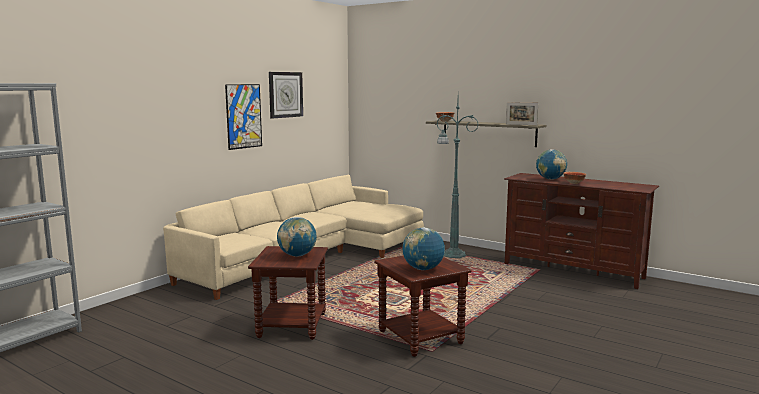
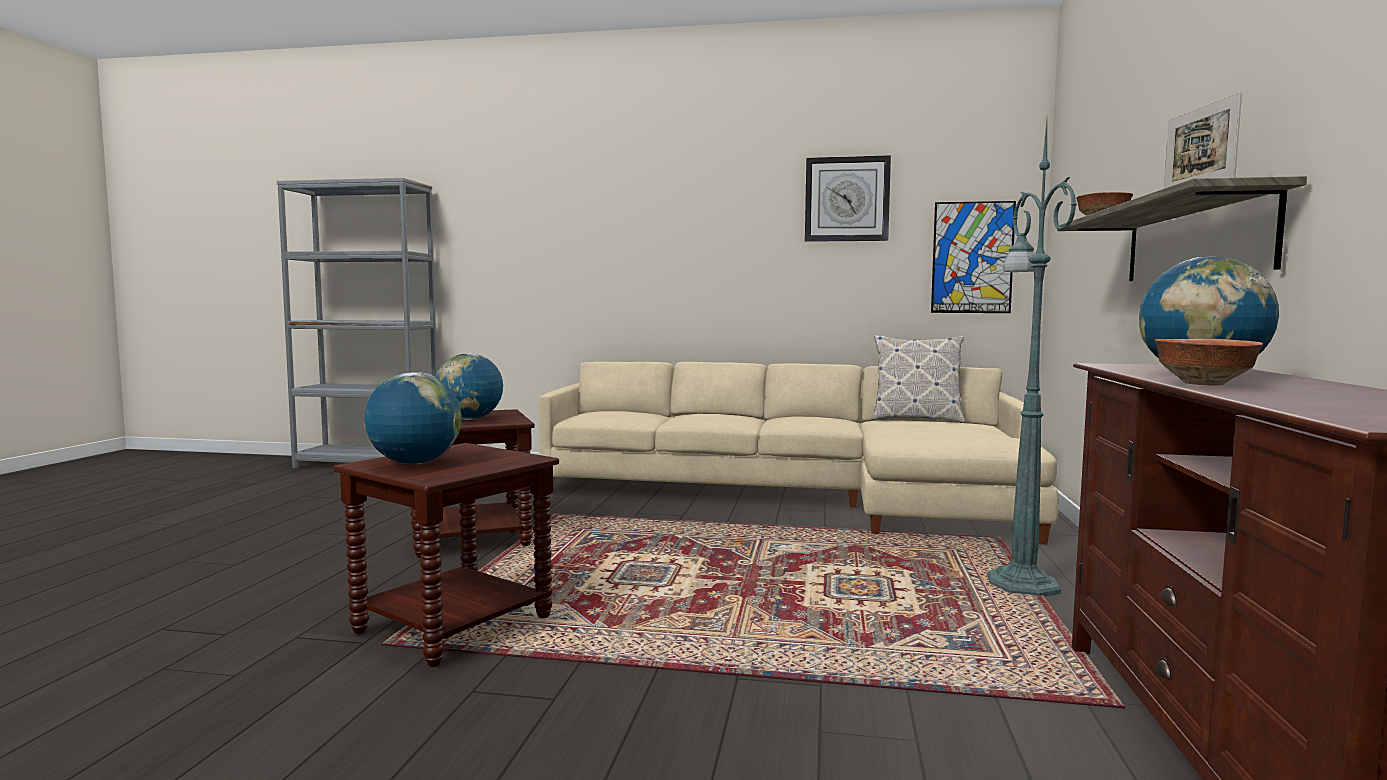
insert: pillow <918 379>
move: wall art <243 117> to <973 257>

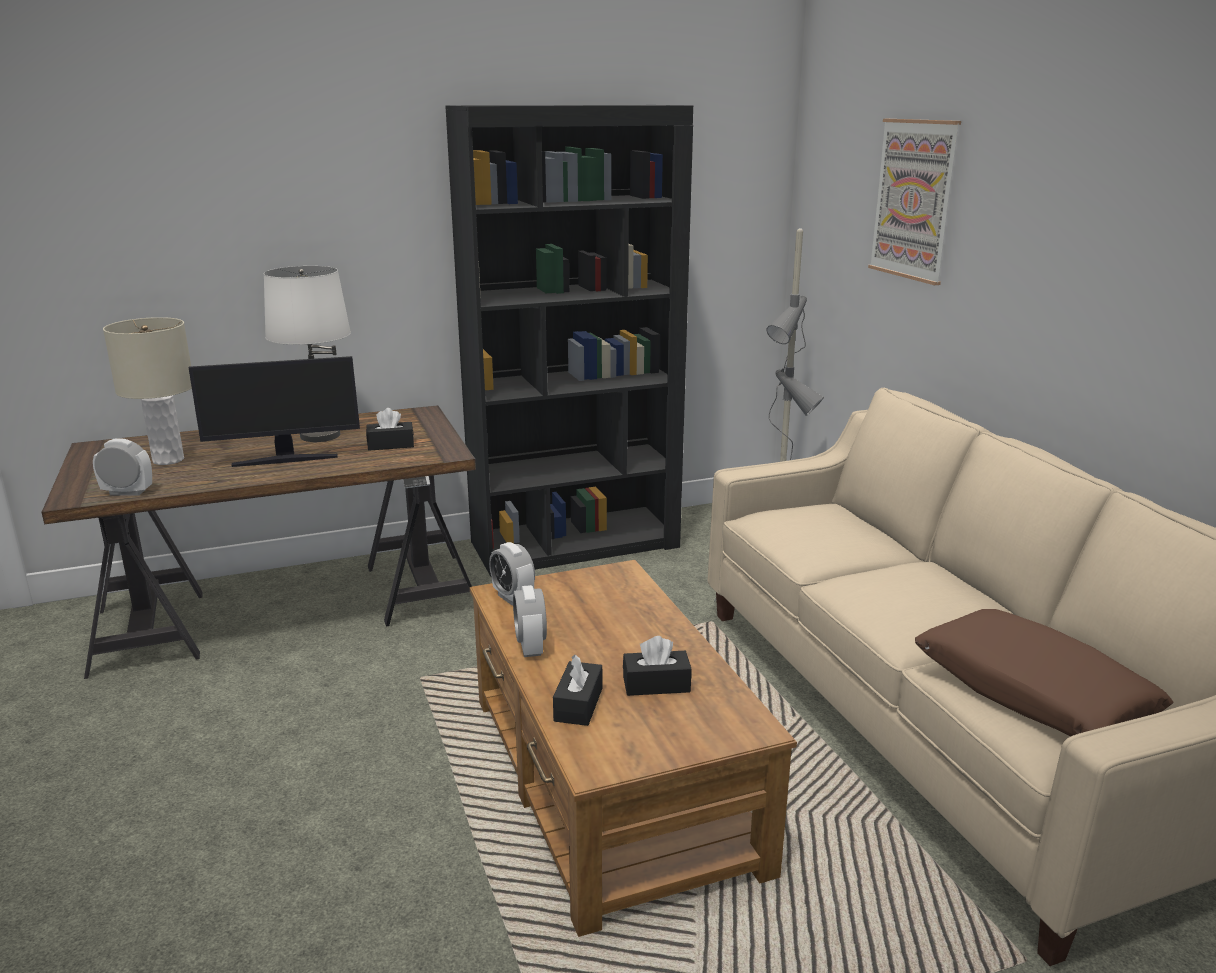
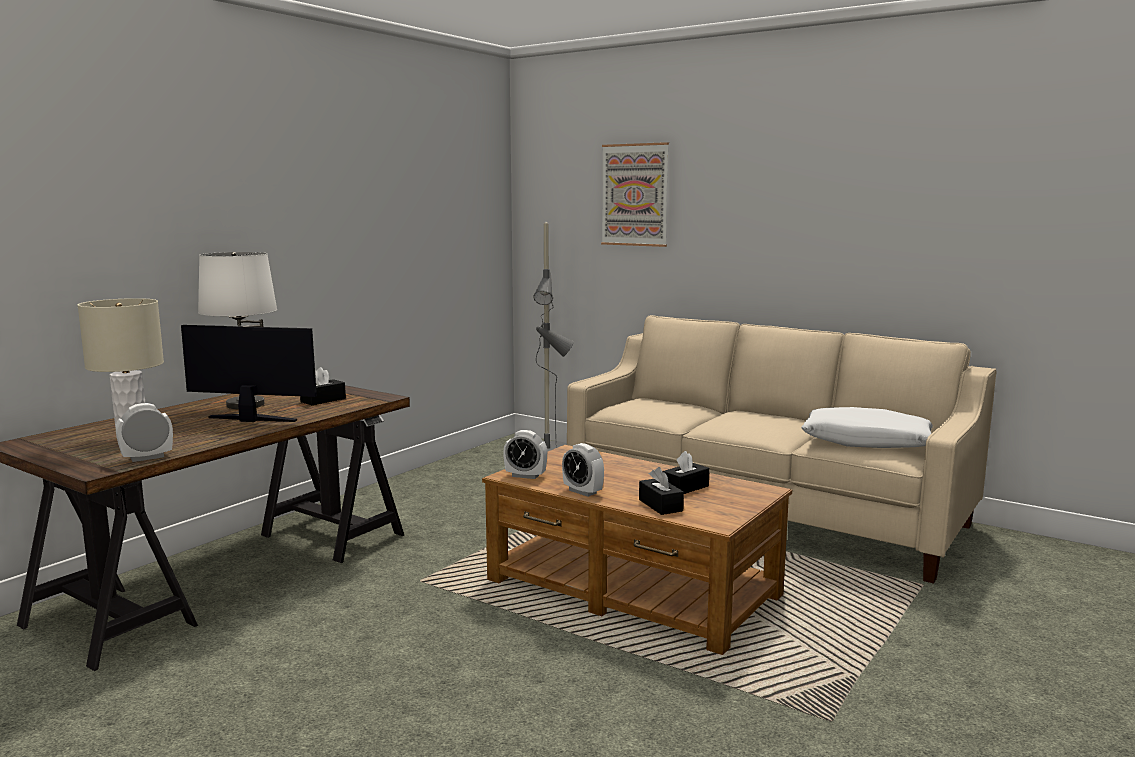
delete: blackish bookcase <569 341>
recolor: brown pillow <1044 672> to white pillow <867 427>
rotate: monitor <274 411> = <249 373> 120 degrees counterclockwise

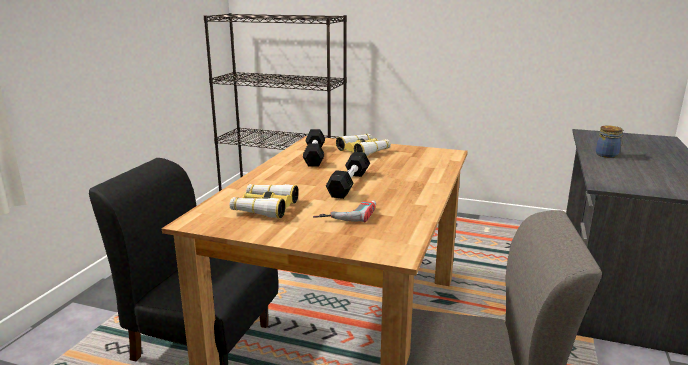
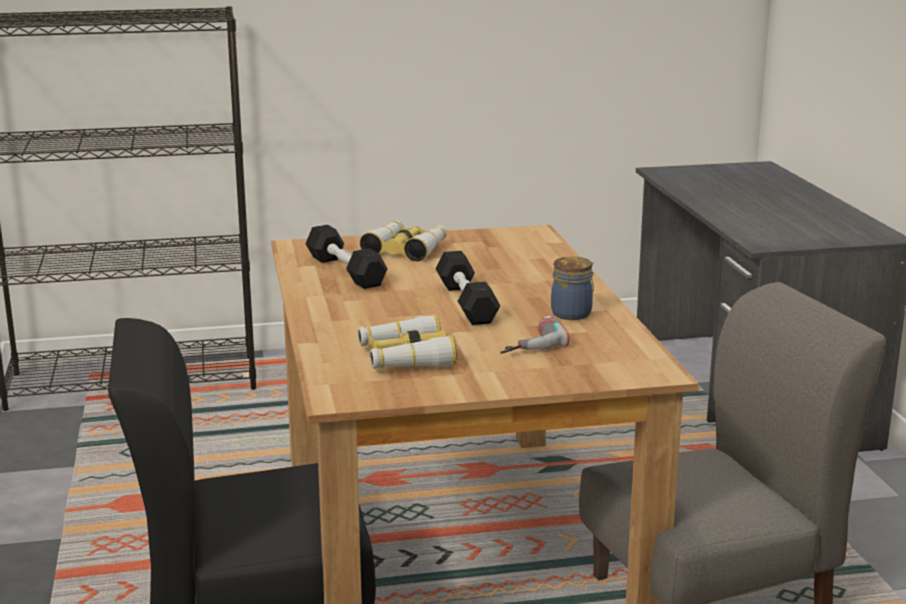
move: preserve jar <610 141> to <572 288>

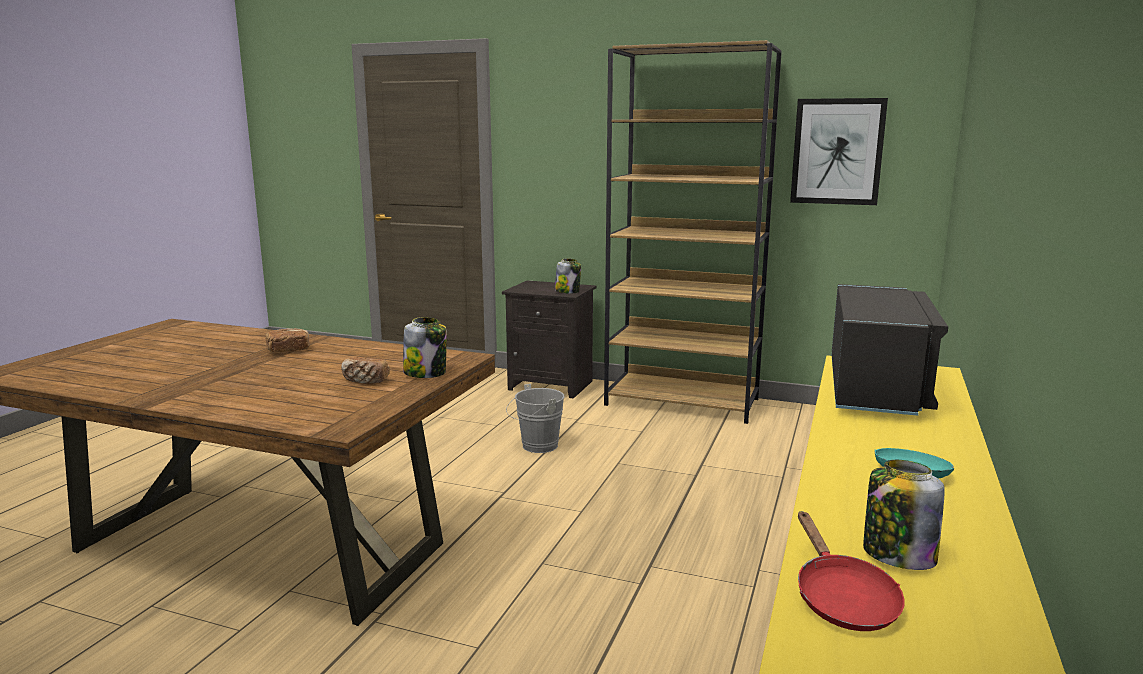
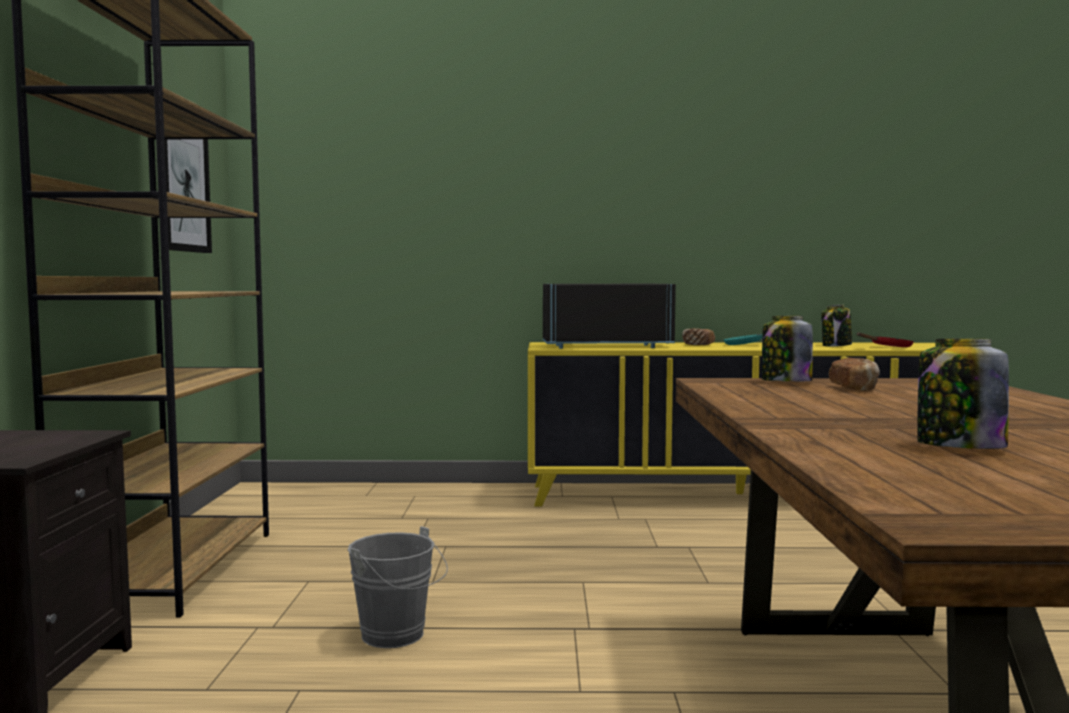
move: bakery bread <288 340> to <698 336>; preserve jar <568 276> to <963 394>

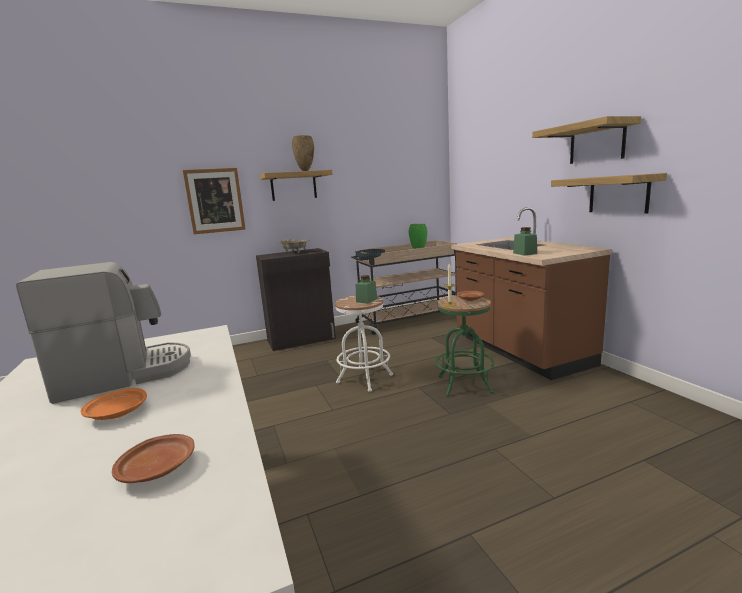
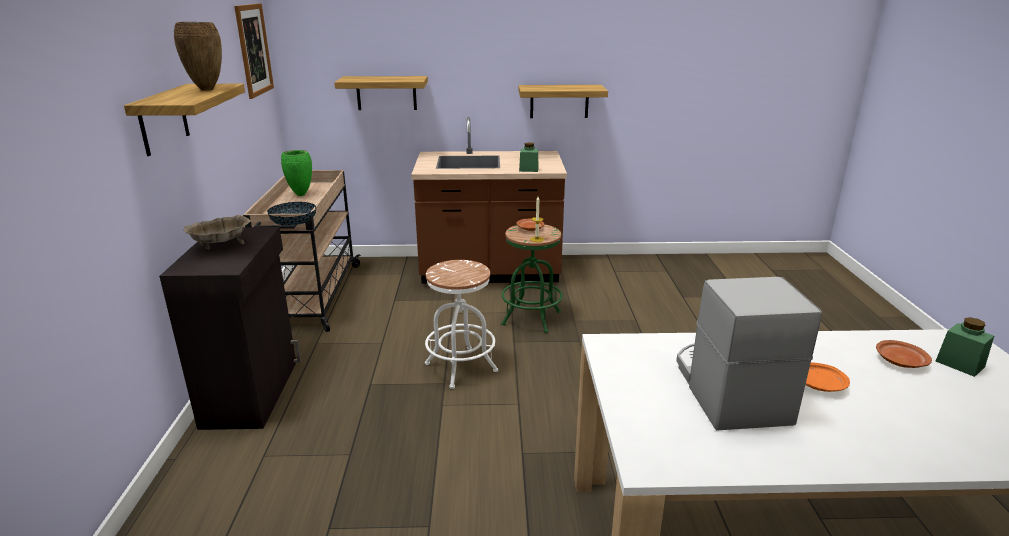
move: wall art <214 201> to <254 51>; greenish preserve jar <366 289> to <965 347>; bracket shelf <586 140> to <381 93>

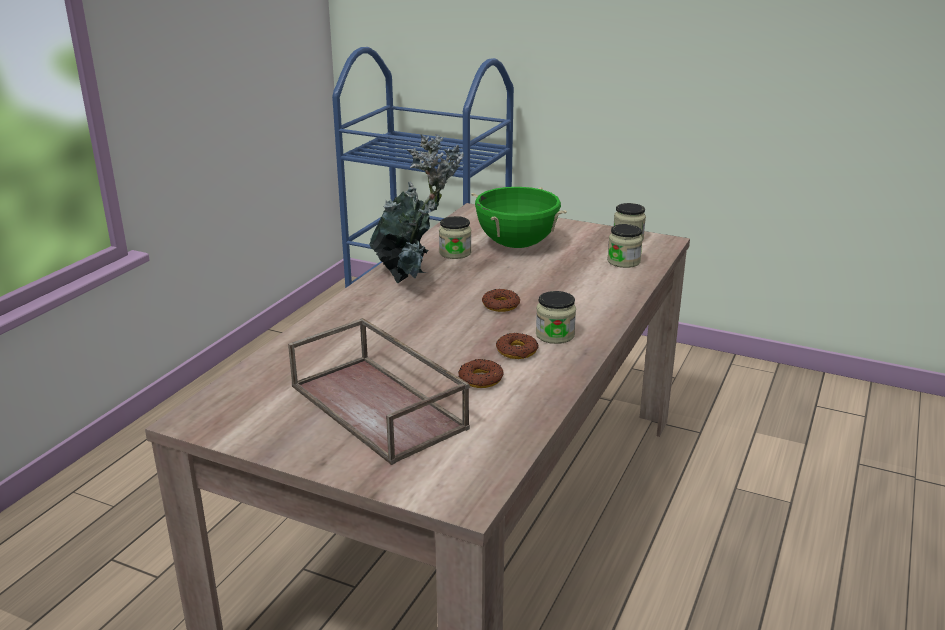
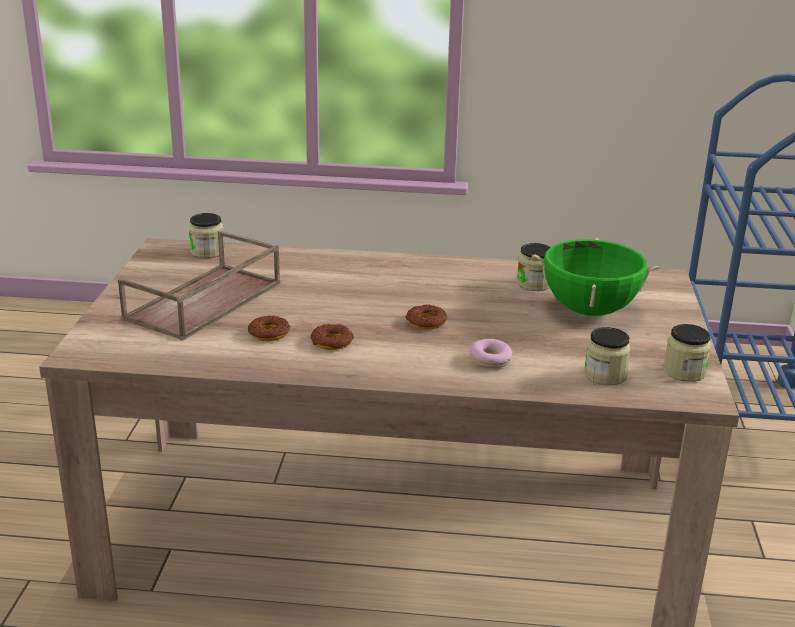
delete: houseplant <416 208>
insert: donut <490 353>
move: preserve jar <556 317> to <207 235>

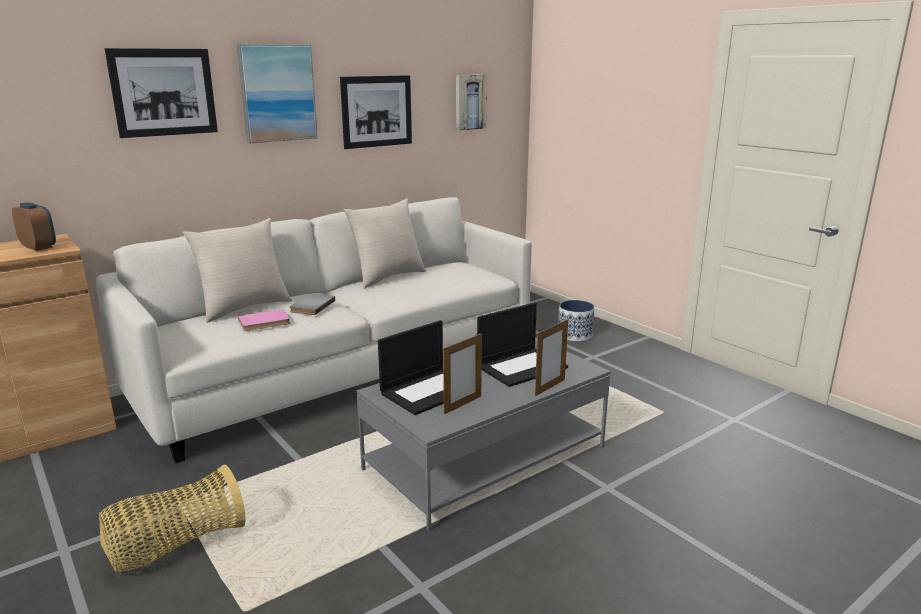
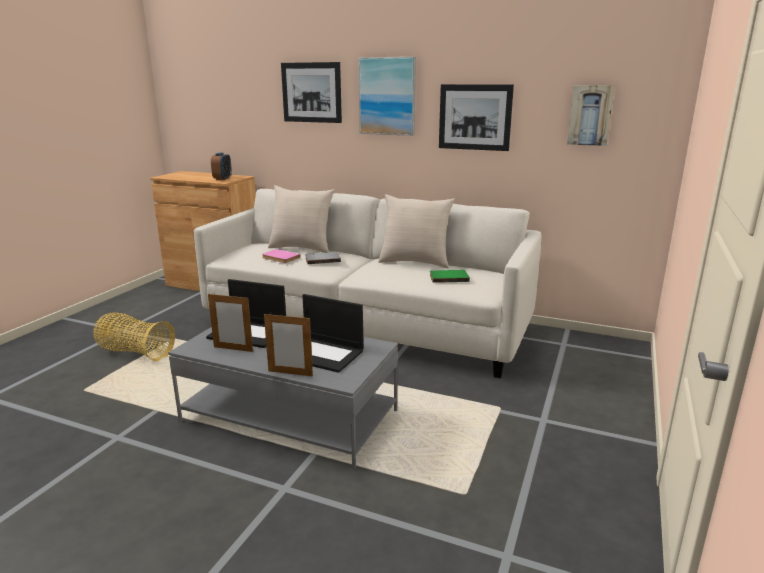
delete: plant pot <576 320>
insert: greenish volume <450 276>

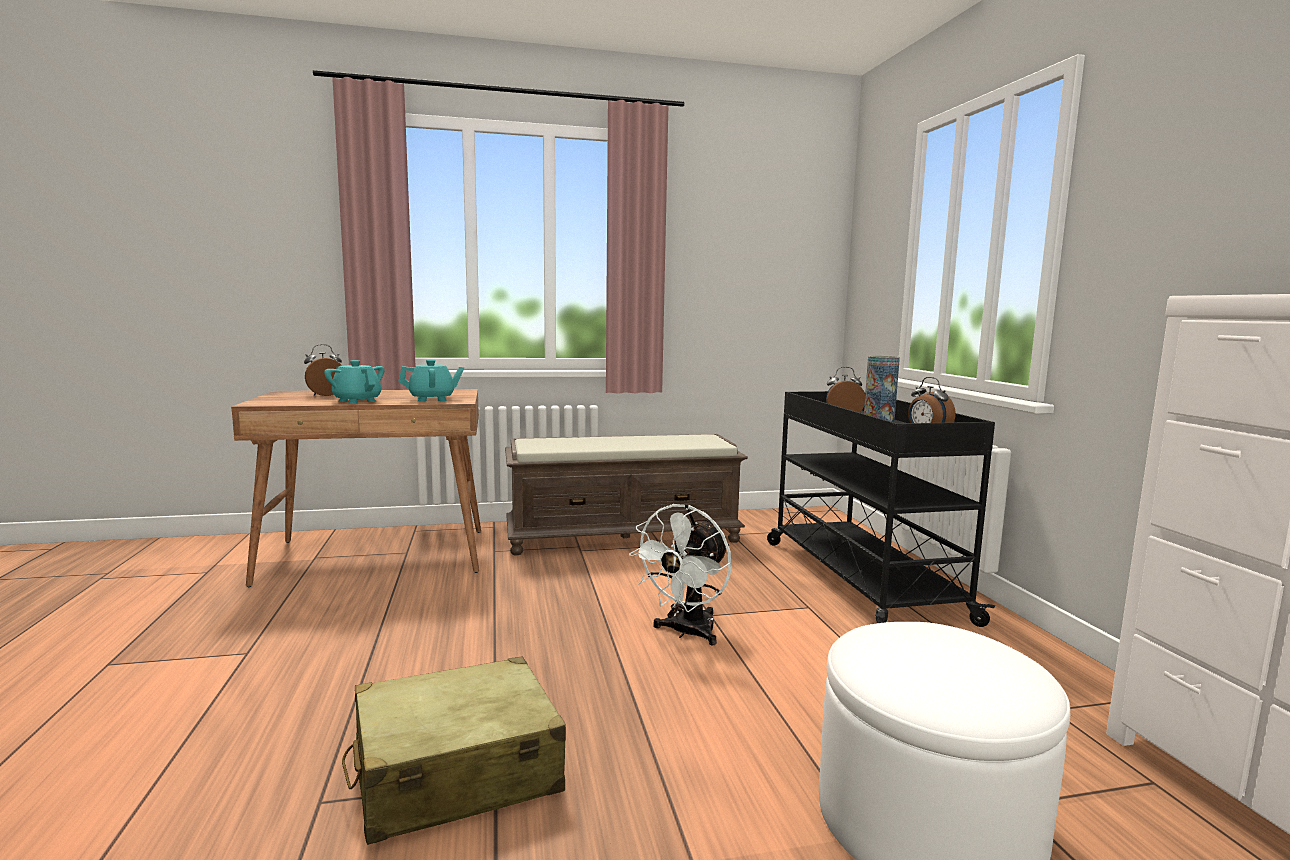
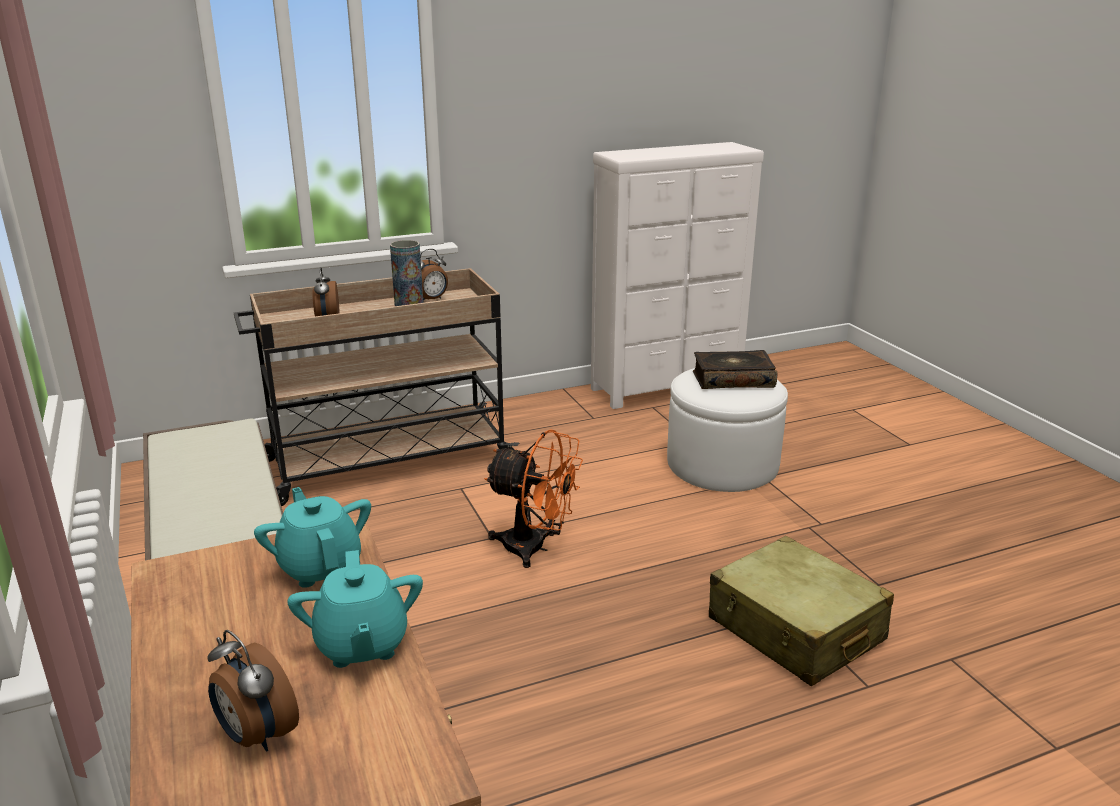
insert: volume <735 369>
recolor: white cooling fan <680 574> to orangey cooling fan <533 498>; blackish wheeled cart <881 509> to sand-coloured wheeled cart <376 387>
rotate: turquoise pot for tea <354 382> = <355 609> 45 degrees counterclockwise

